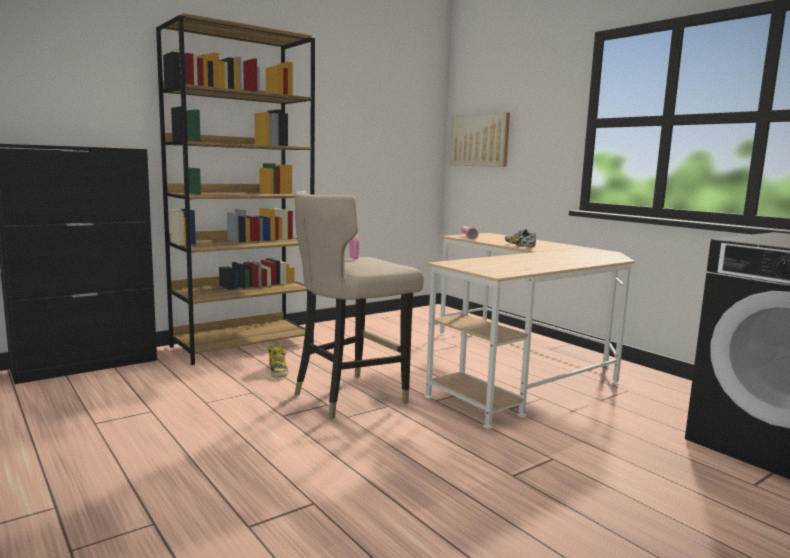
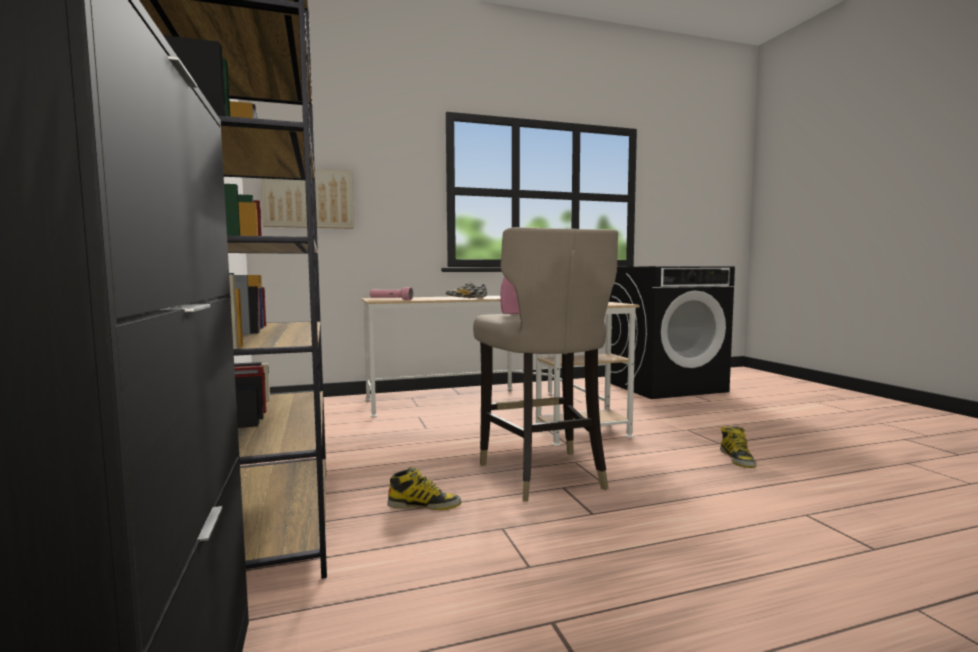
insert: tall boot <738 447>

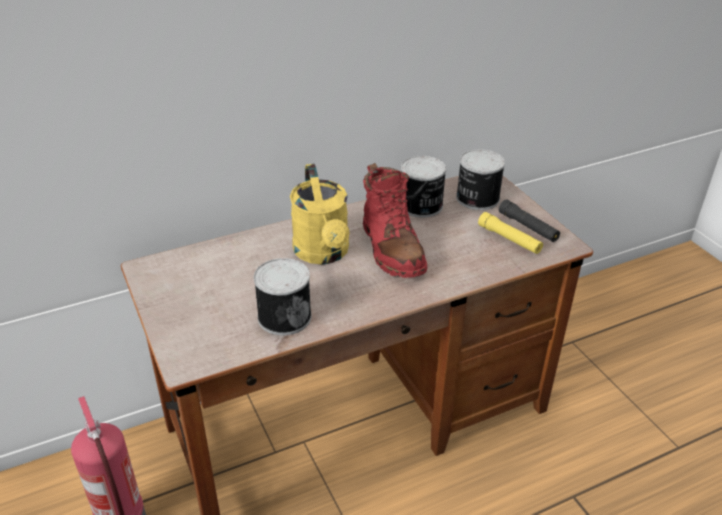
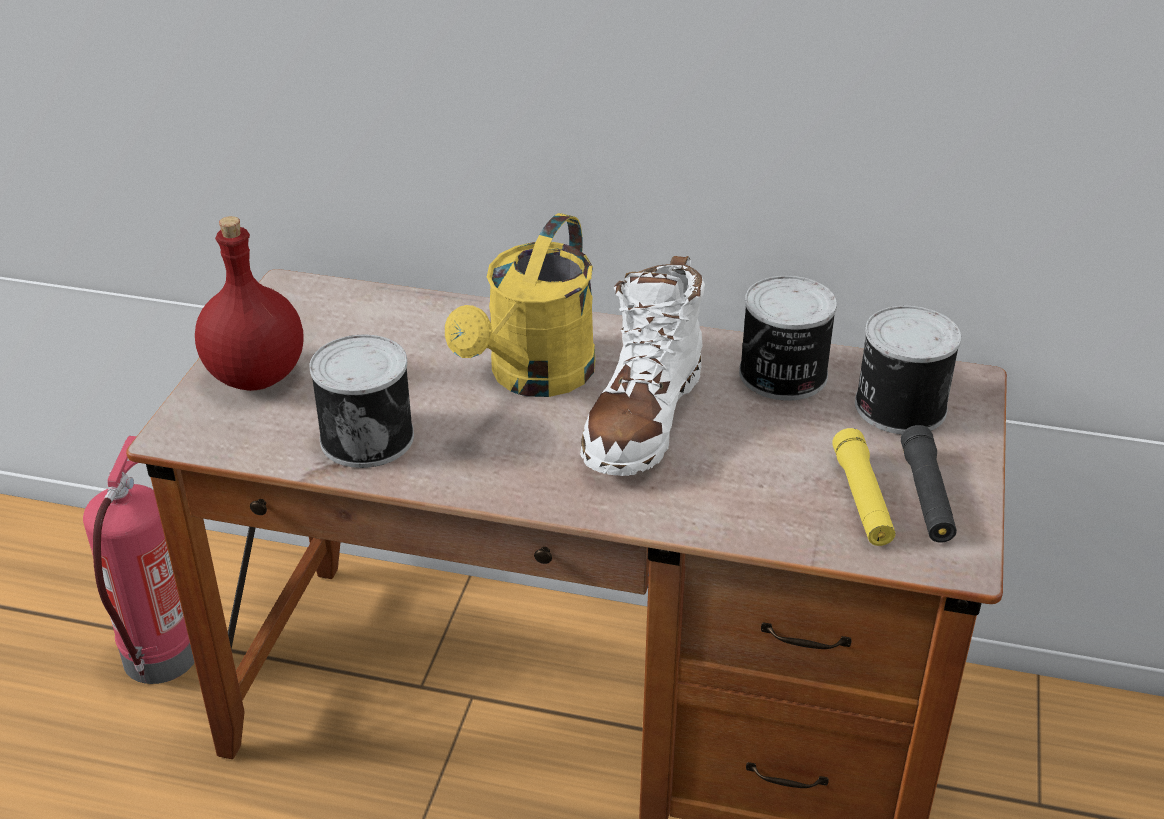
insert: reddish beverage bottle <249 303>
recolor: reddish tall boot <395 220> to white tall boot <642 366>

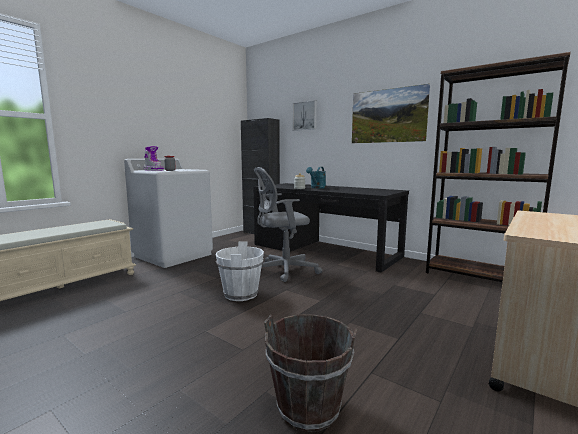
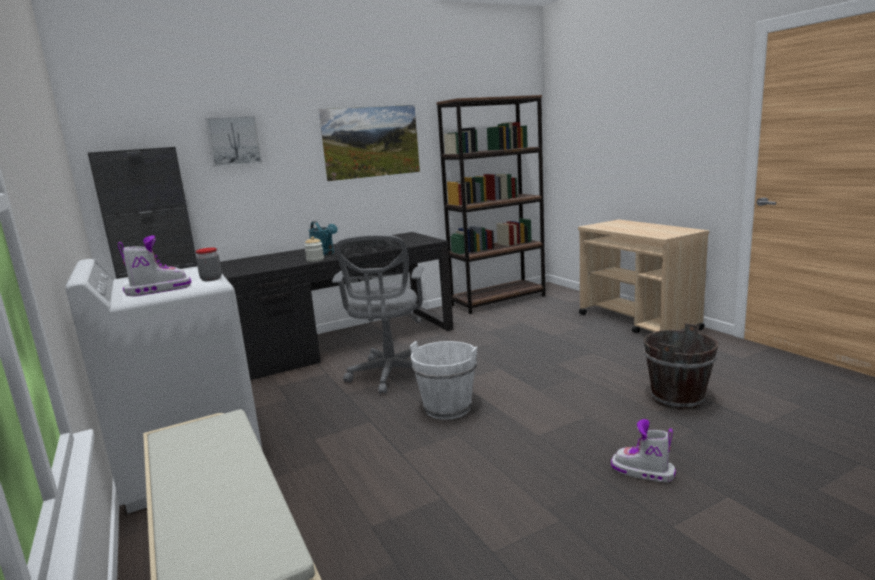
insert: tall boot <643 450>

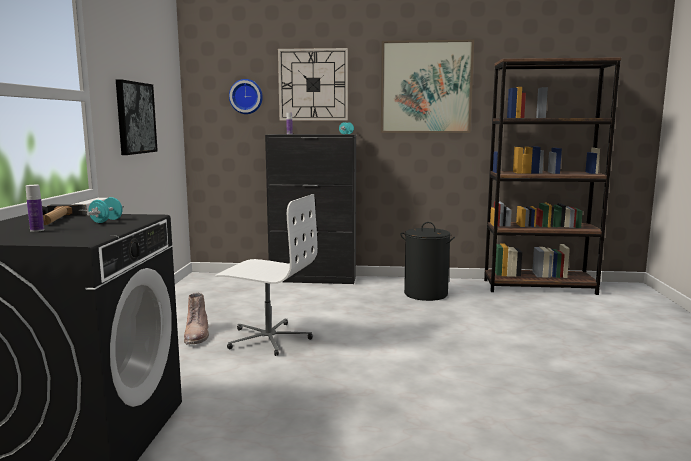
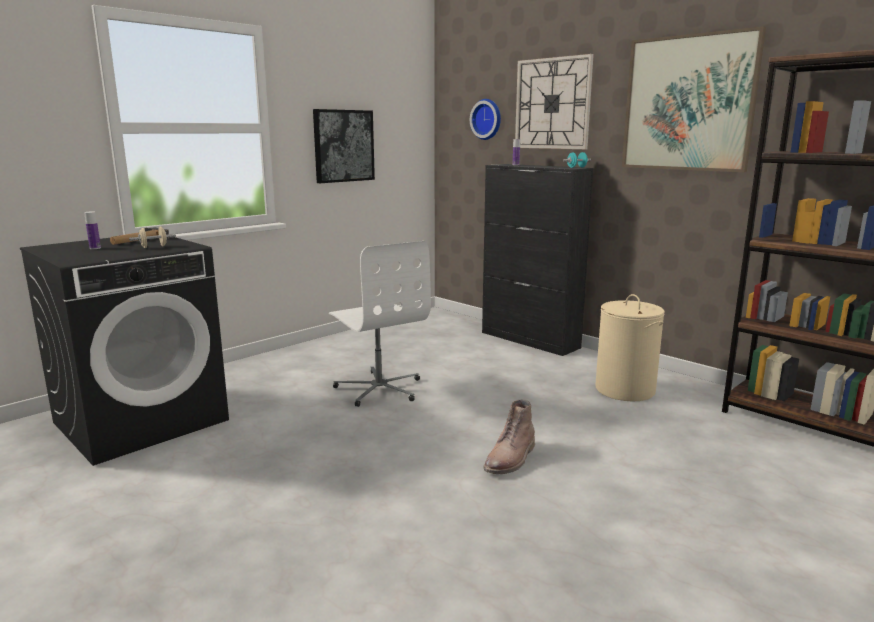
move: brown tall boot <196 318> to <509 436>
recolor: turquoise hand weight <105 210> to sand-coloured hand weight <152 237>; blackish hamper <427 261> to sand-coloured hamper <630 347>

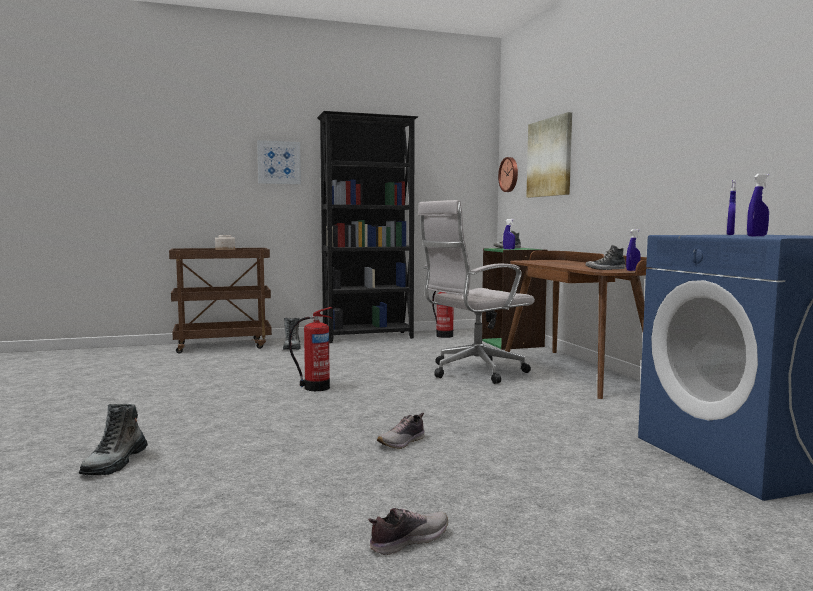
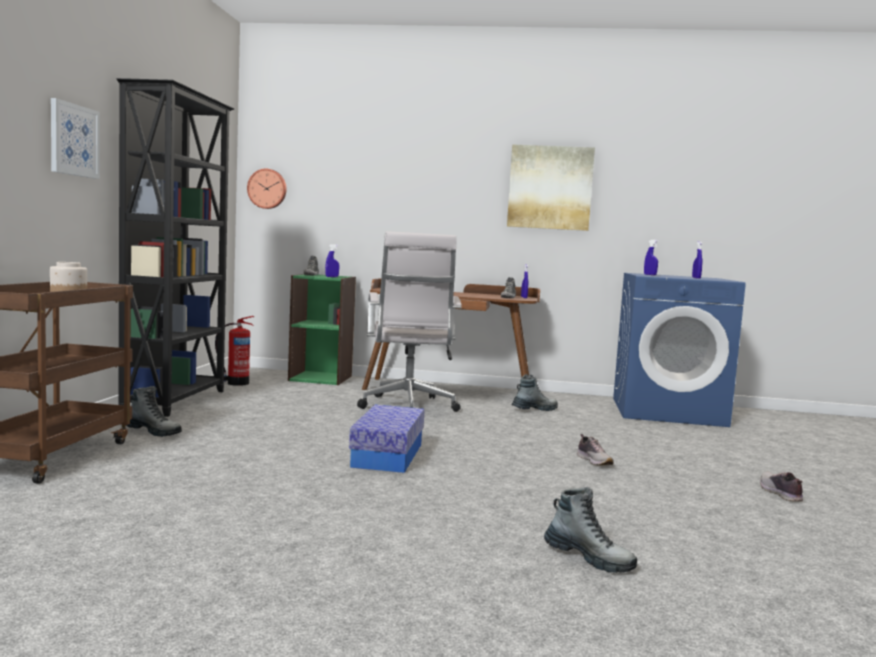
insert: tall boot <534 392>
move: wall art <549 155> to <551 187>
replace: fire extinguisher <310 349> to storage bin <387 439>

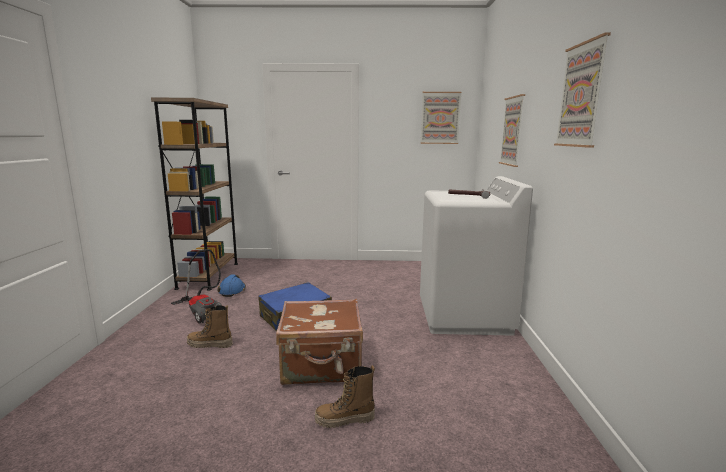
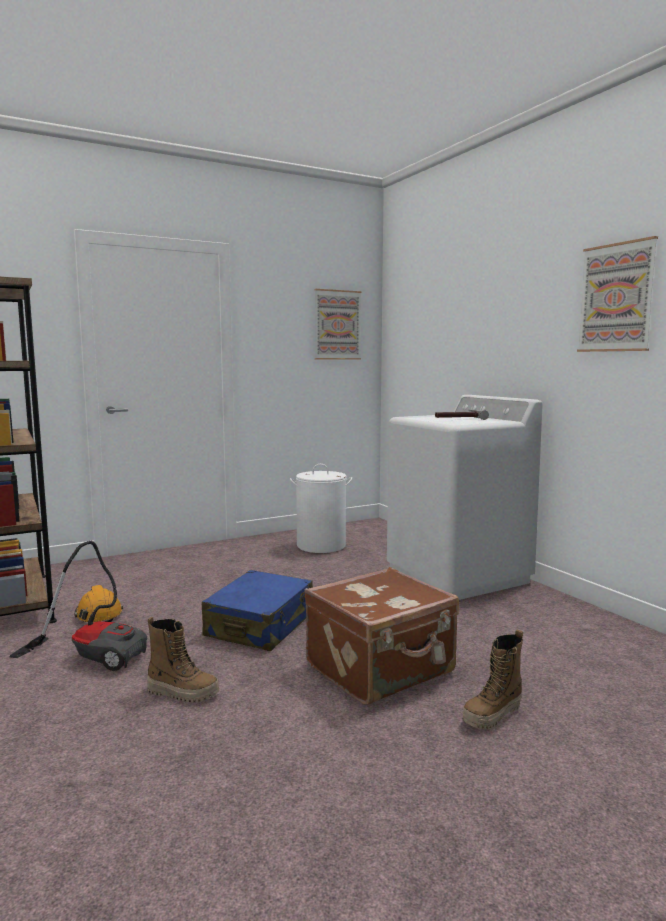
delete: wall art <512 130>
insert: white hamper <321 508>
recolor: blue-coloured safety helmet <231 285> to orangey safety helmet <99 603>
rotate: tall boot <210 326> = <183 660> 135 degrees counterclockwise

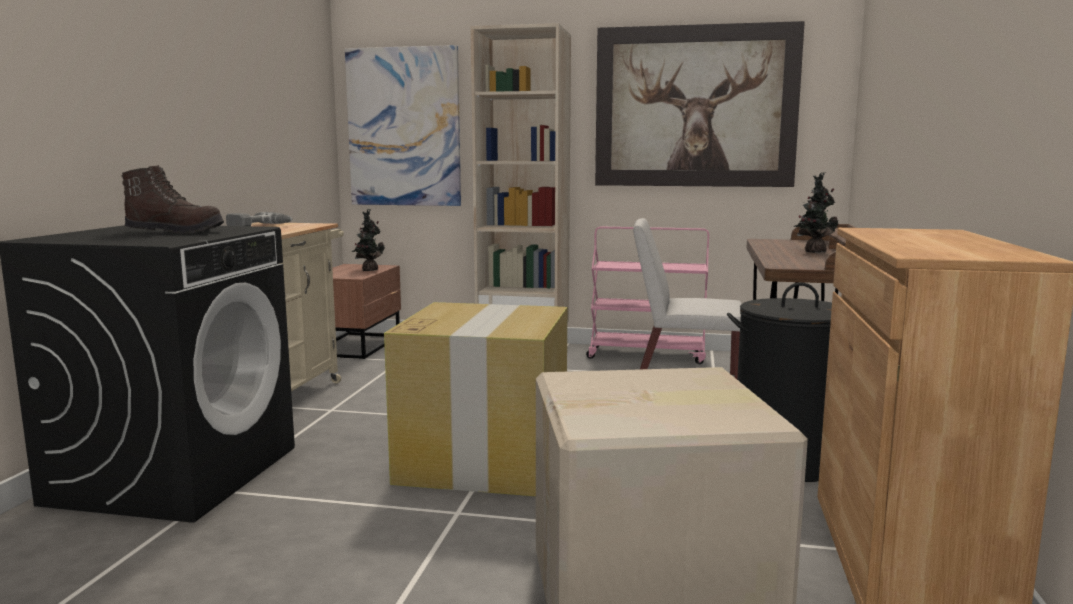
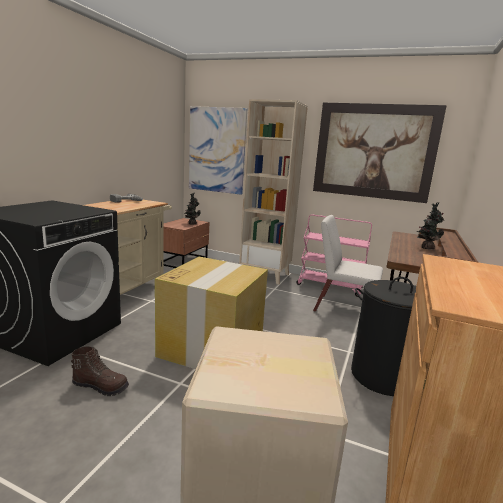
move: brown tall boot <173 199> to <100 371>

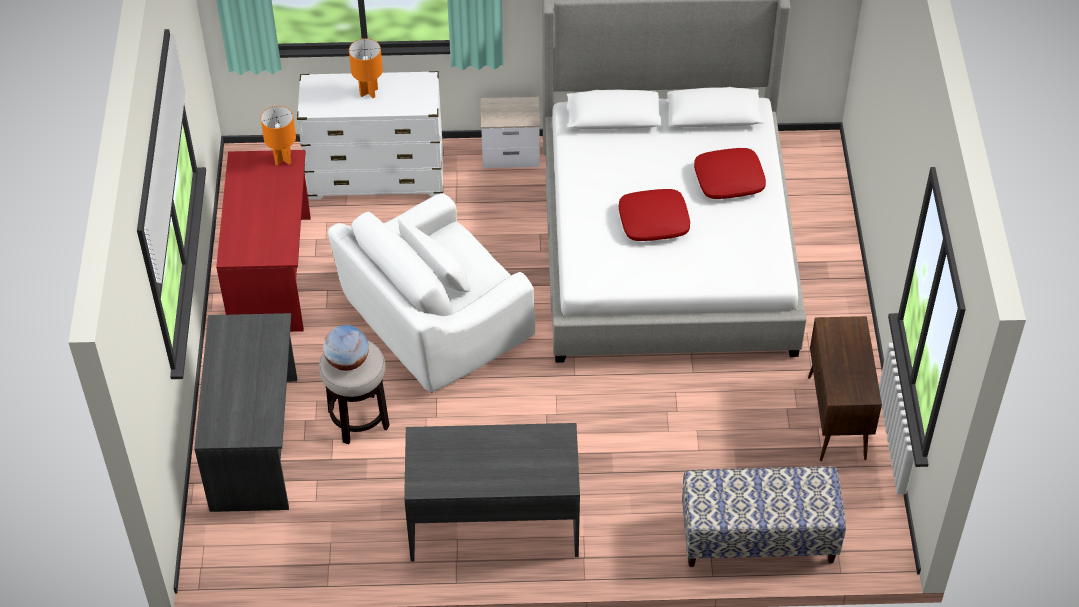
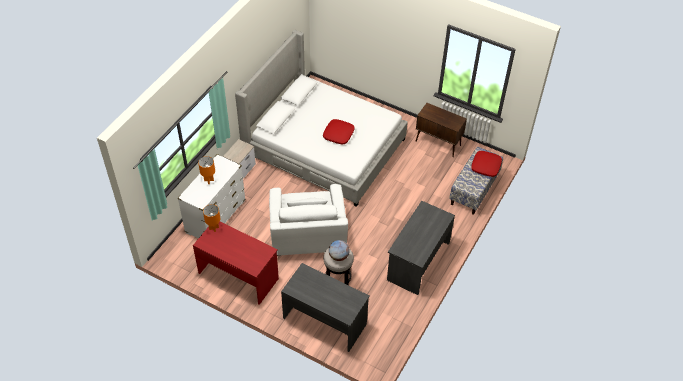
move: reddish pillow <730 173> to <486 164>

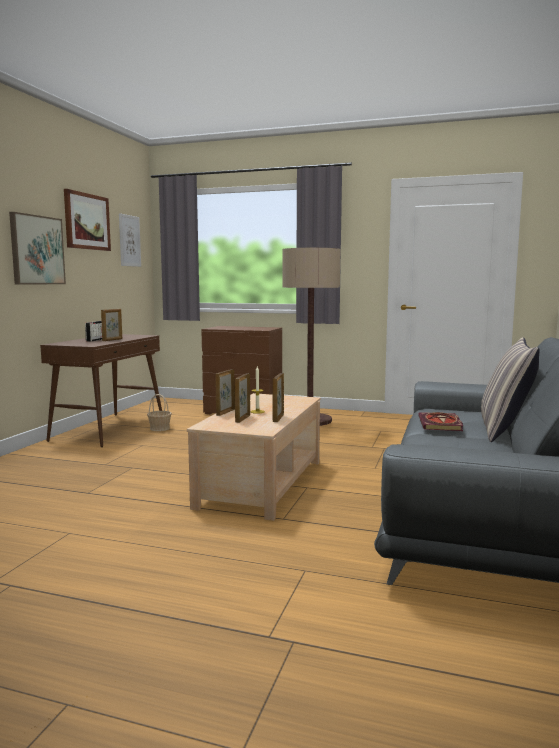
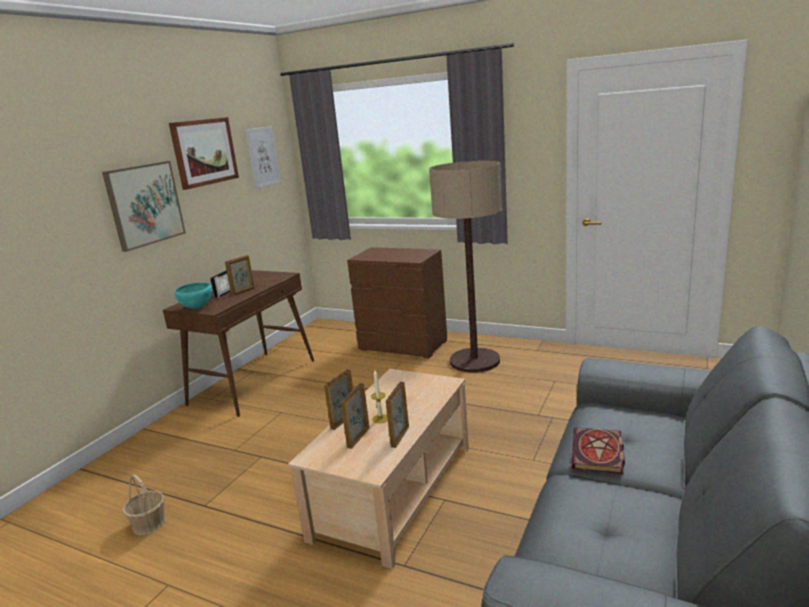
delete: pillow <510 389>
insert: turquoise deep dish <193 295>
move: basket <159 412> to <144 505>

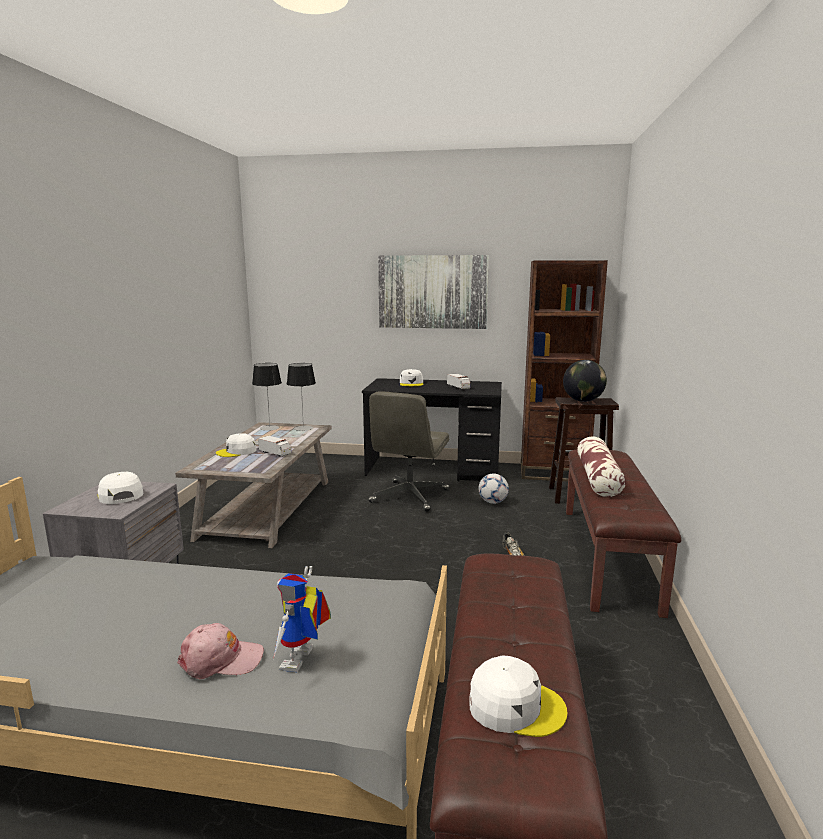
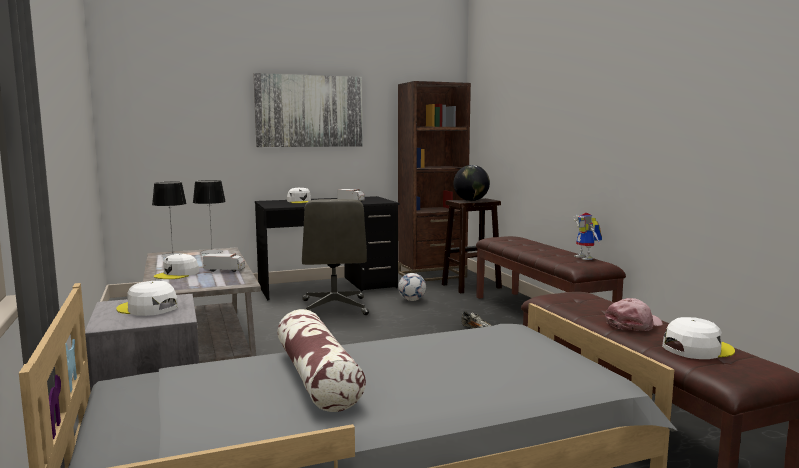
move: pinkish cap <220 651> to <633 314>; robot figure <302 619> to <587 236>; pillow <601 466> to <321 360>

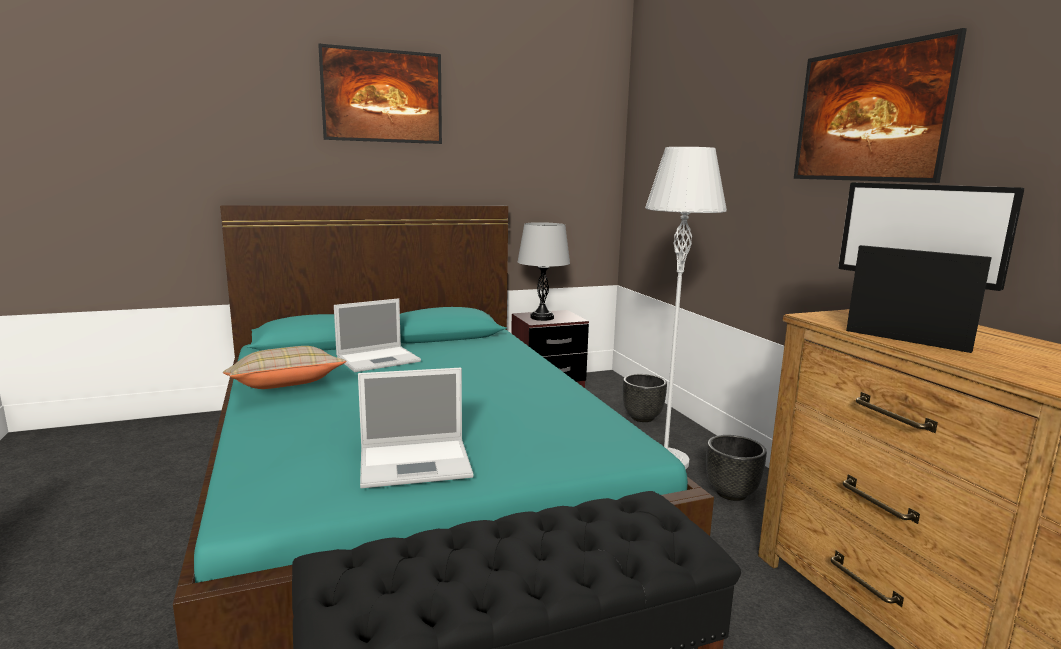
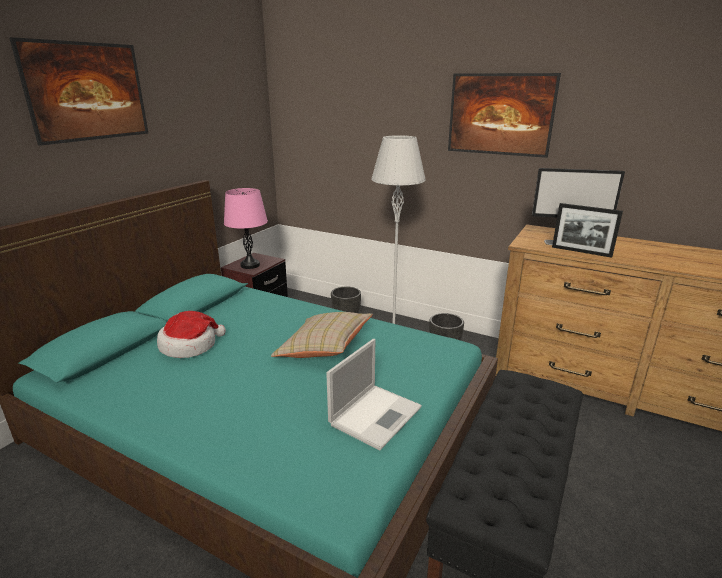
move: sand-coloured pillow <285 367> to <321 335>
replace: notebook computer <377 335> to hat <191 334>
recolor: gray lamp for a table <543 271> to pinkish lamp for a table <246 228>
rotate: picture frame <919 299> = <587 230> 150 degrees counterclockwise

